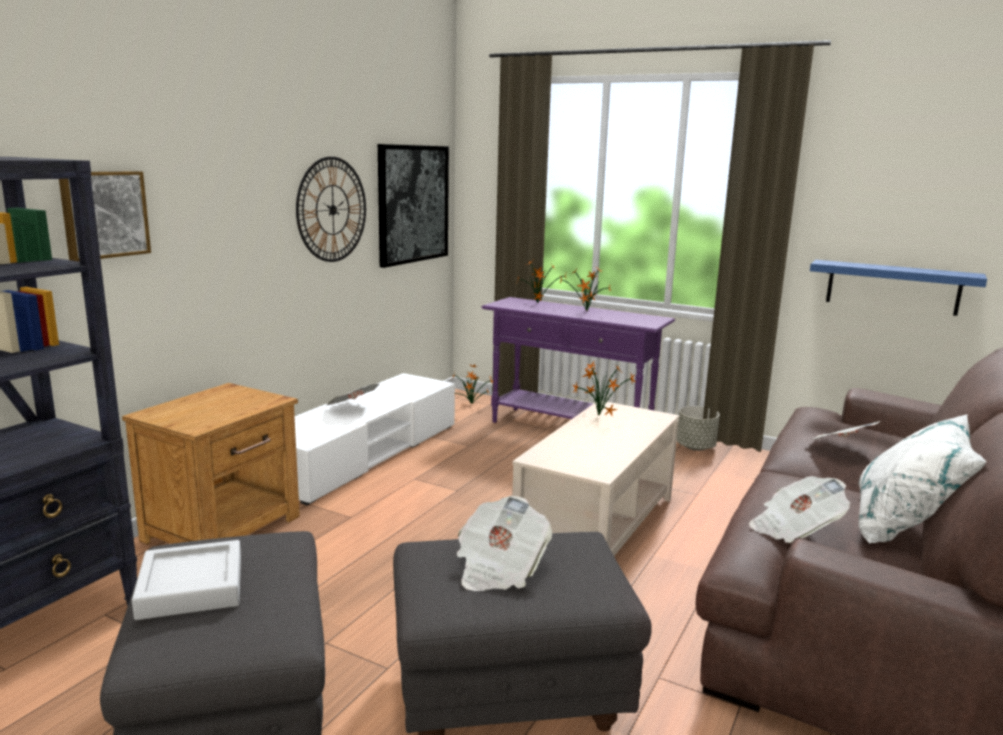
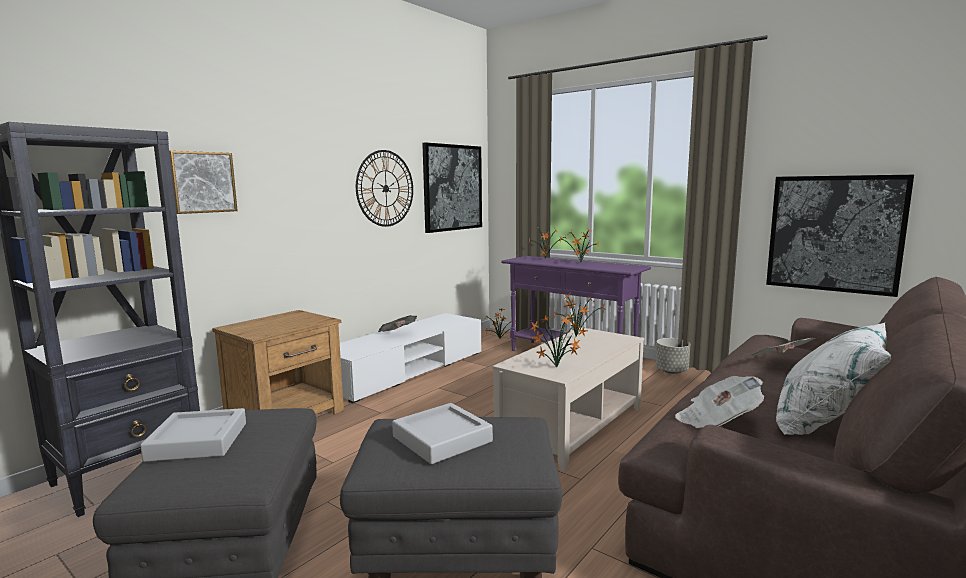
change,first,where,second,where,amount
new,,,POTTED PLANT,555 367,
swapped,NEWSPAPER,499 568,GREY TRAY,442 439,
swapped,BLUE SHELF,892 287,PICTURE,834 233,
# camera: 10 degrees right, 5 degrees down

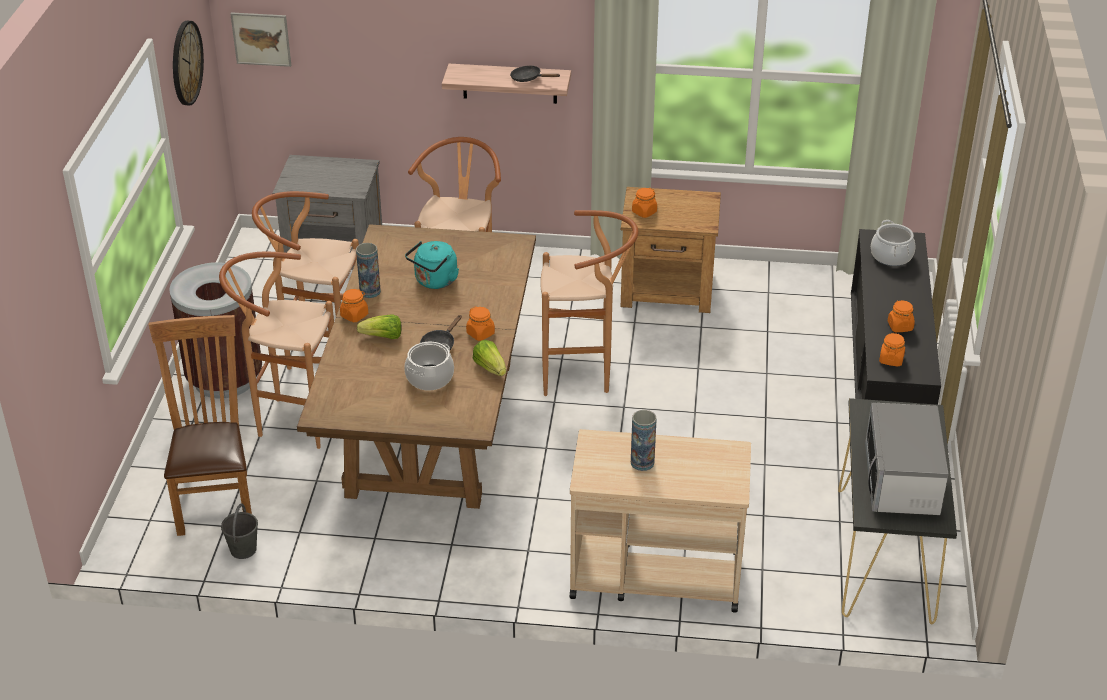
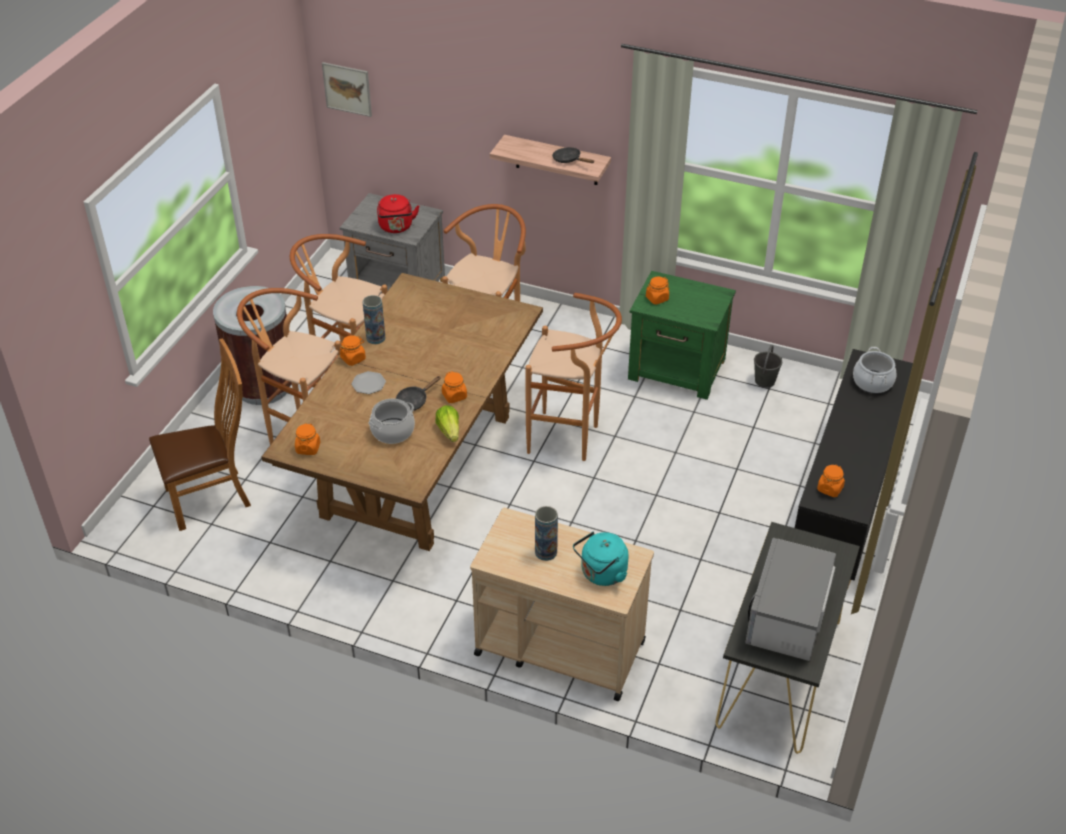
change,first,where,second,where,amount
gone,WALL CLOCK,186 63,,,
new,,,RED KETTLE,396 227,
shifted,GREY BUCKET,243 550,,764 381,
shifted,TURQUOISE KETTLE,434 281,,601 574,
shifted,ORANGE JAR,900 326,,308 448,
swapped,LETTUCE,383 337,PLATE,368 384,
repainted,BROWN NIGHTSTAND,668 290,GREEN NIGHTSTAND,677 370,
rotated,BROWN CHAIR,216 498,,213 496,60 degrees clockwise
# camera: 15 degrees right, 5 degrees up

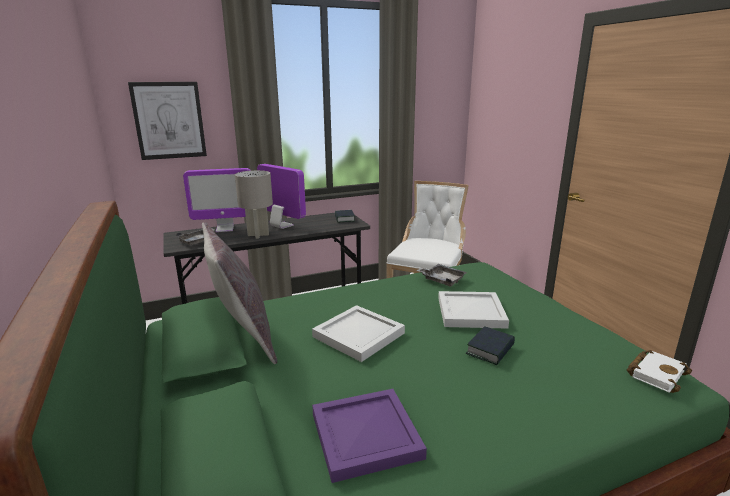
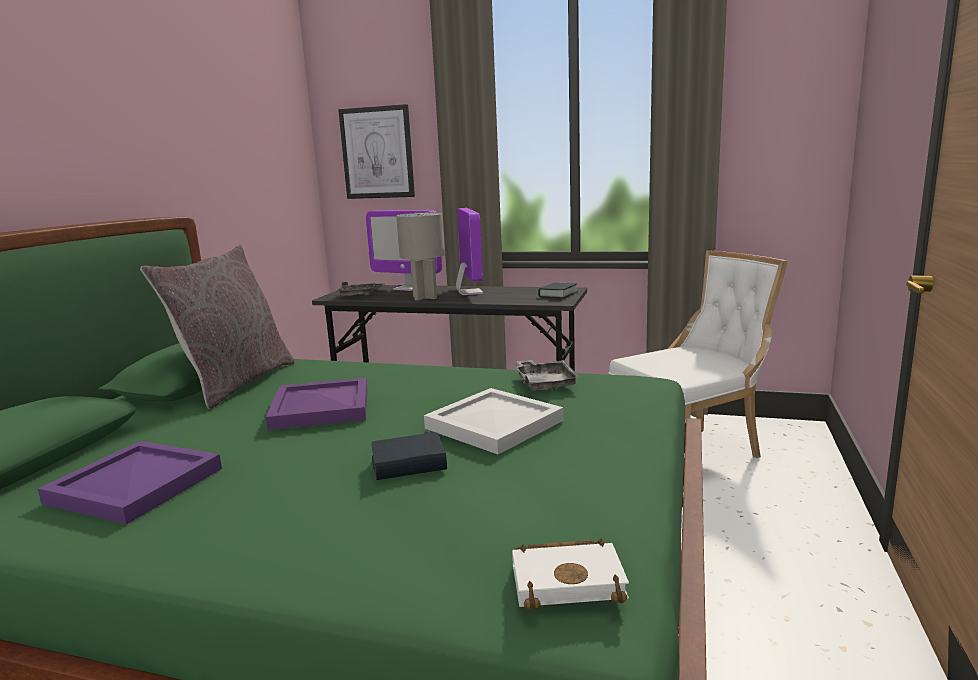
change,first,where,second,where,amount
repainted,WHITE TRAY,358 336,PURPLE TRAY,319 408,
# camera: 40 degrees right, 5 degrees down

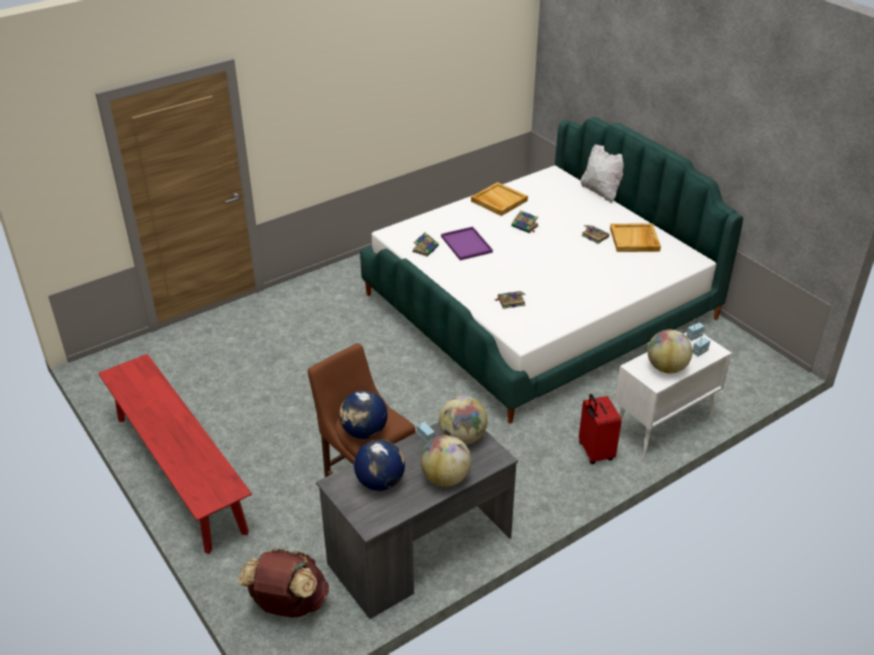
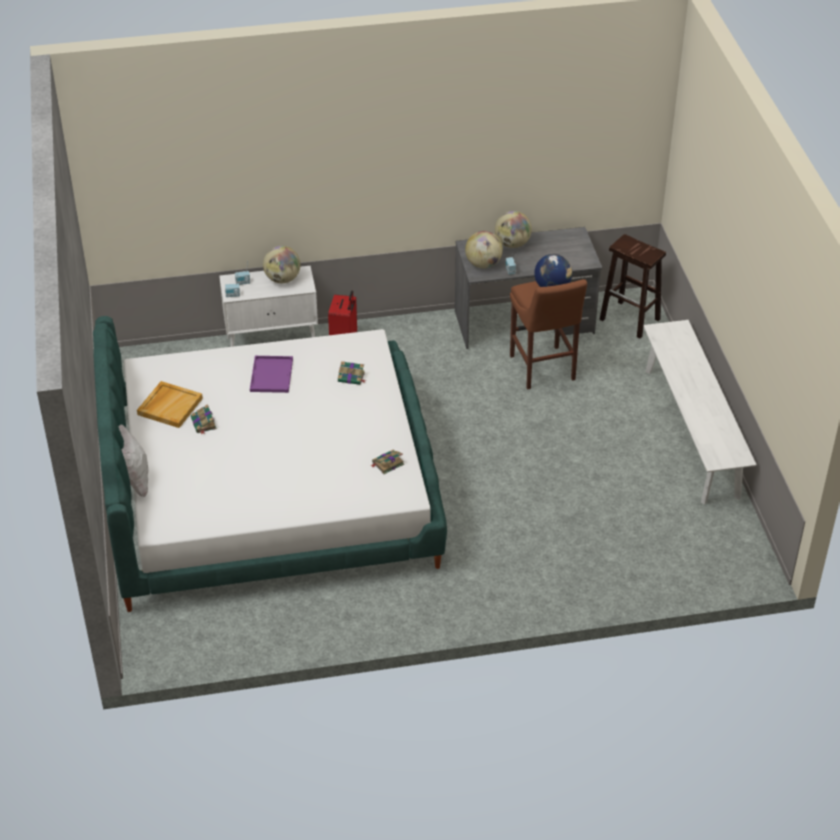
change,first,where,second,where,amount
gone,GLOBE,380 482,,,
gone,BEIGE TRAY,498 201,,,
gone,BOOK,525 226,,,
shifted,PURPLE TRAY,467 245,,271 374,
swapped,BROWN BACKPACK,288 605,BROWN STOOL,630 319,
repainted,RED BENCH,179 473,WHITE BENCH,691 432,
# camera: 155 degrees left, 5 degrees up

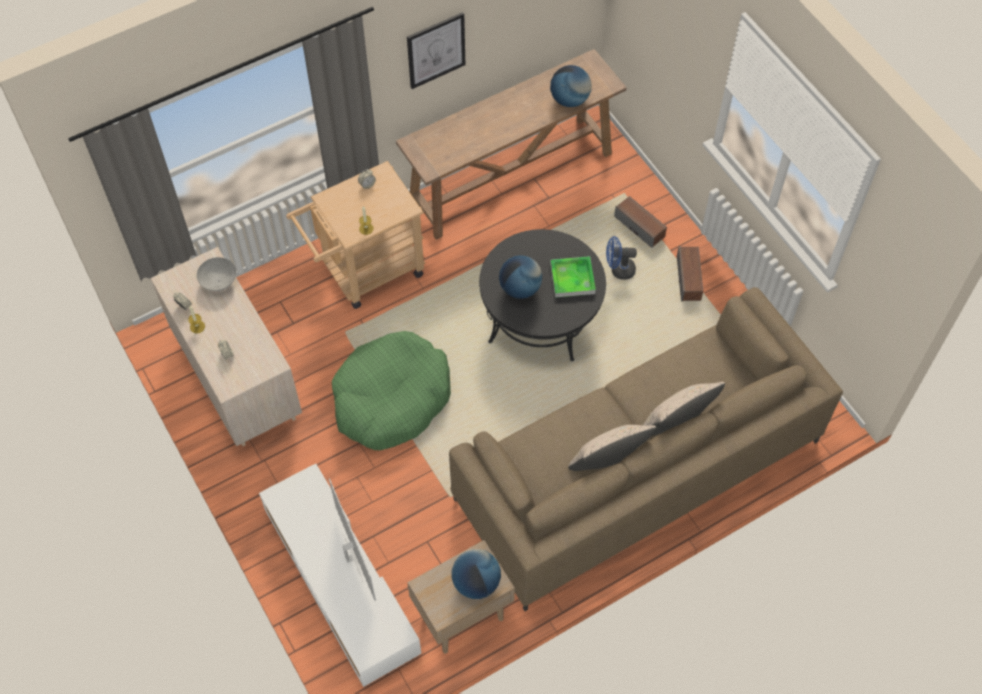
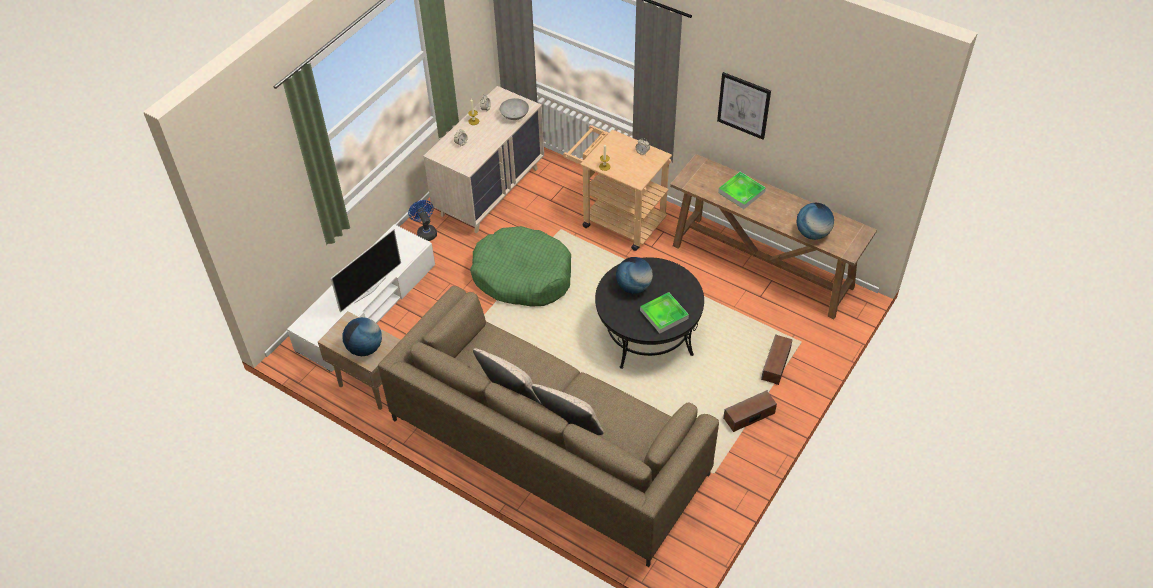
change,first,where,second,where,amount
new,,,TRAY,741 192,
shifted,BLUE FAN,618 270,,425 232,
# camera: 65 degrees right, 10 degrees down

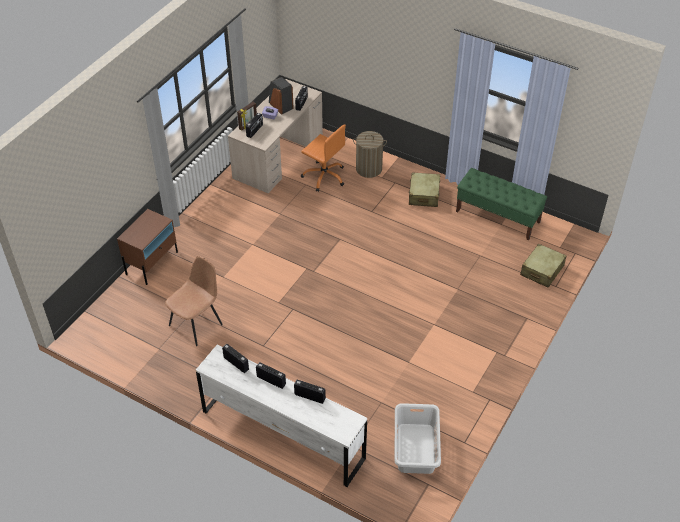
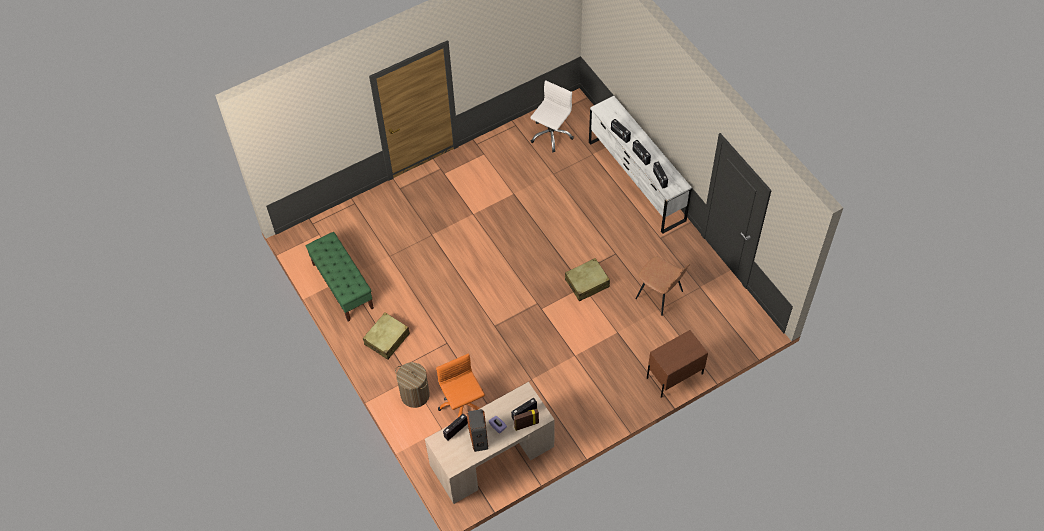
change,first,where,second,where,amount
shifted,BEIGE SUITCASE,542 271,,587 283,
swapped,GREY LAUNDRY BASKET,415 448,WHITE OFFICE CHAIR,551 135,
rotated,BROWN CHAIR,196 324,,660 295,120 degrees counterclockwise
# camera: 150 degrees left, 10 degrees up

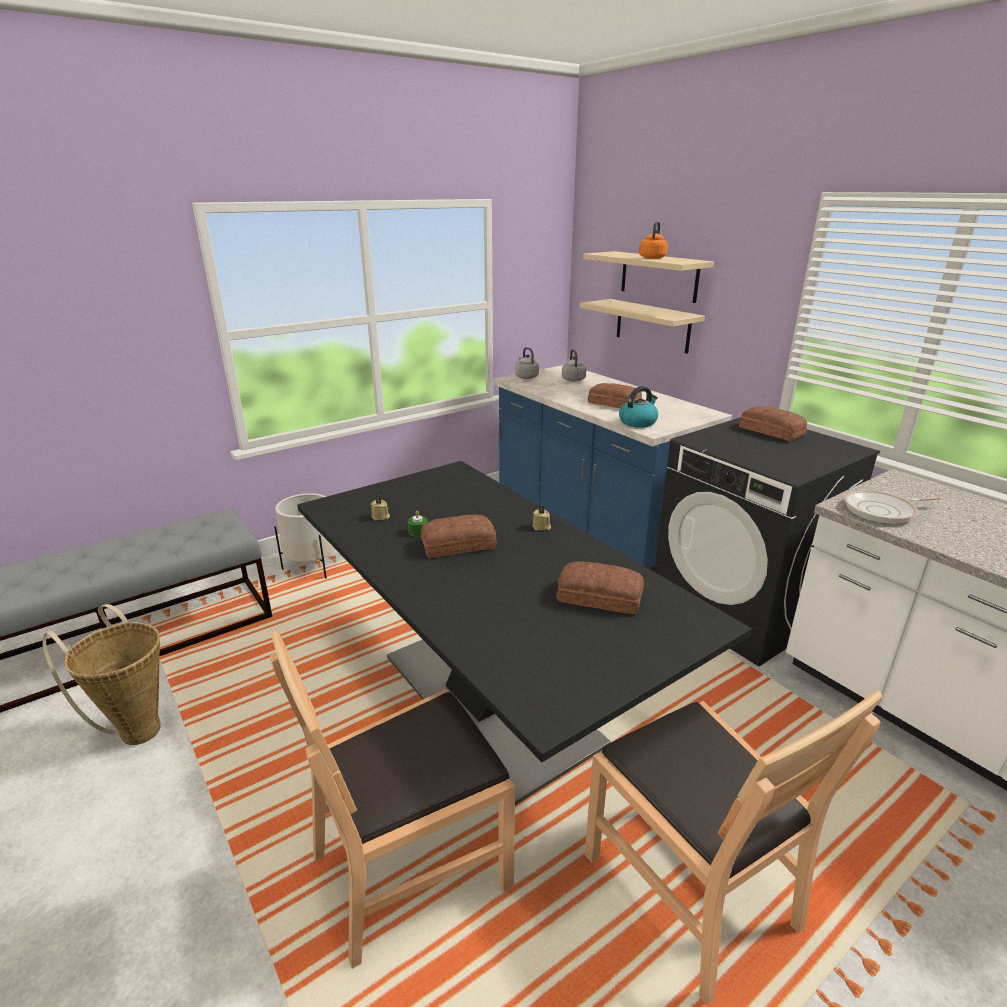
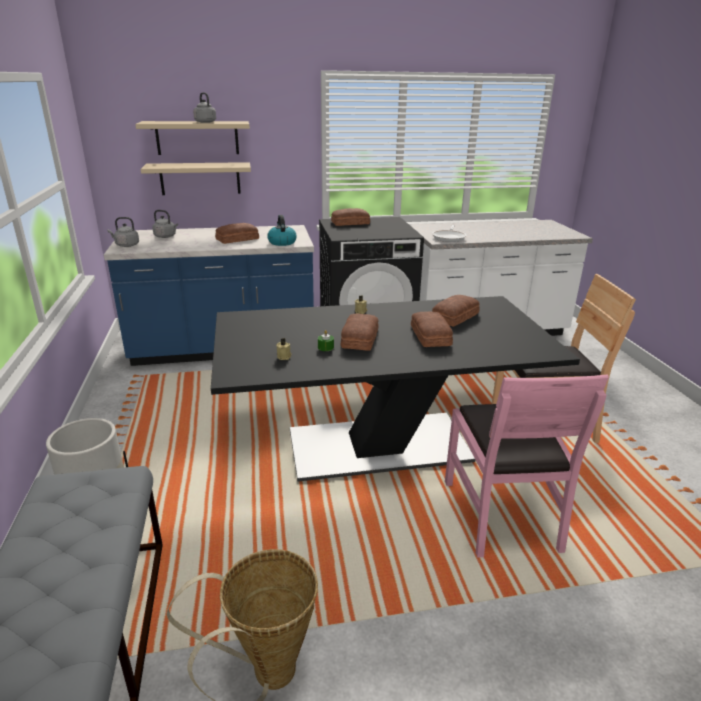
change,first,where,second,where,amount
new,,,BREAD,429 336,
repainted,BROWN CHAIR,410 866,PINK CHAIR,502 514,
repainted,ORANGE KETTLE,652 258,GREY KETTLE,205 122,
# camera: 65 degrees left, 0 degrees up

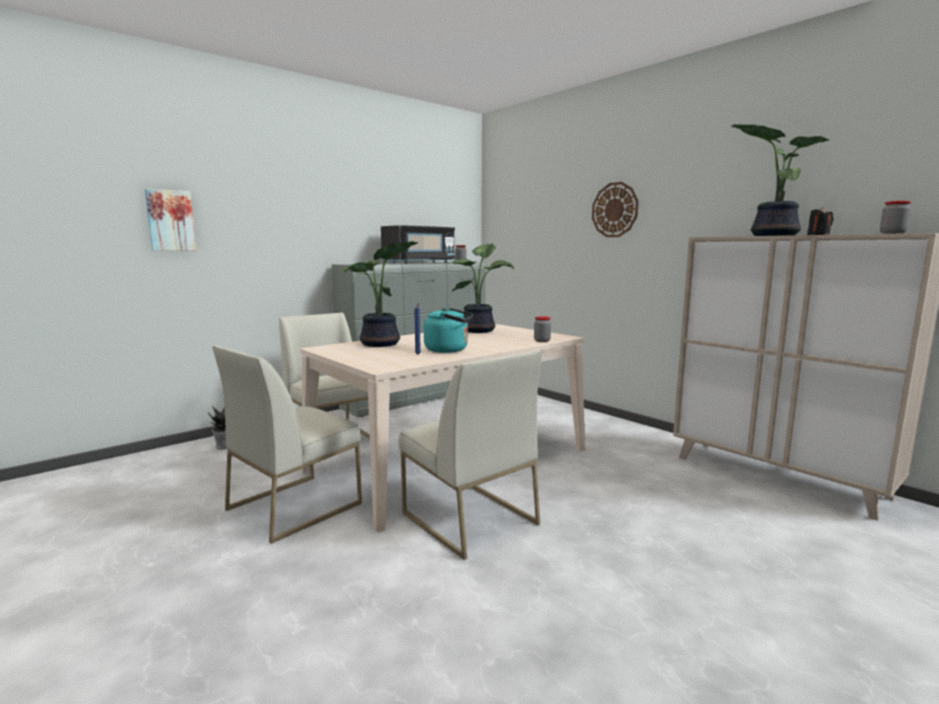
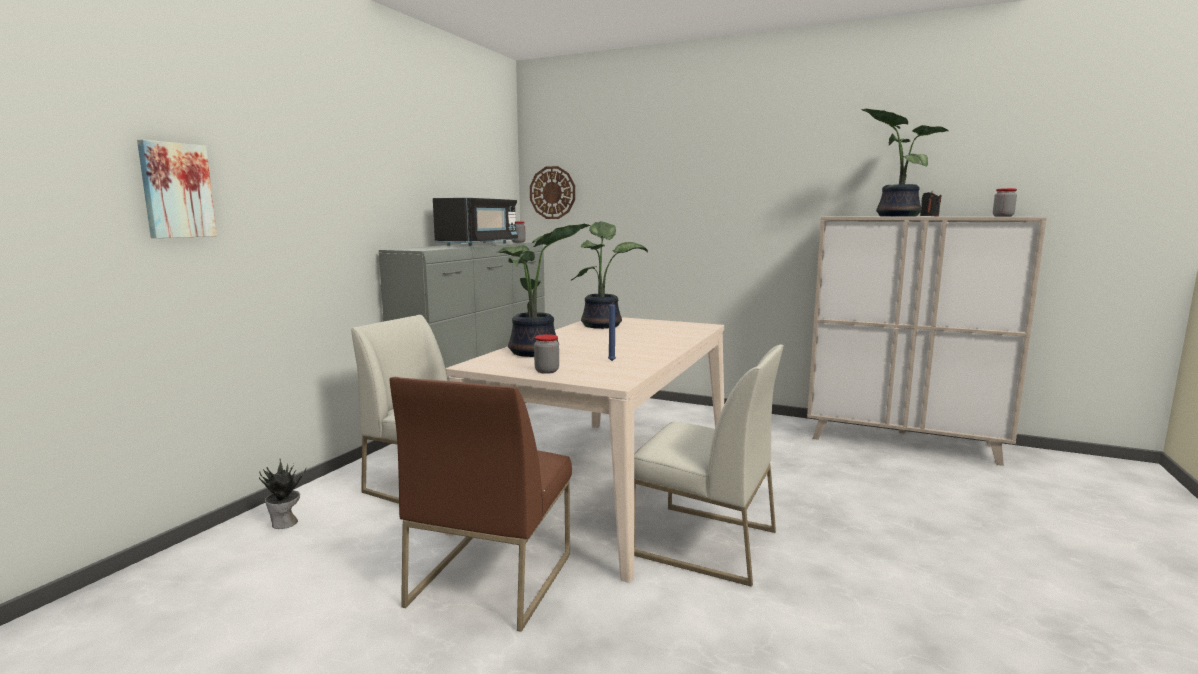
change,first,where,second,where,amount
gone,TURQUOISE KETTLE,449 350,,,
shifted,JAR,542 341,,547 371,
shifted,WALL CLOCK,615 210,,552 192,
repainted,WHITE CHAIR,294 506,BROWN CHAIR,491 578,
# camera: 25 degrees left, 0 degrees up

